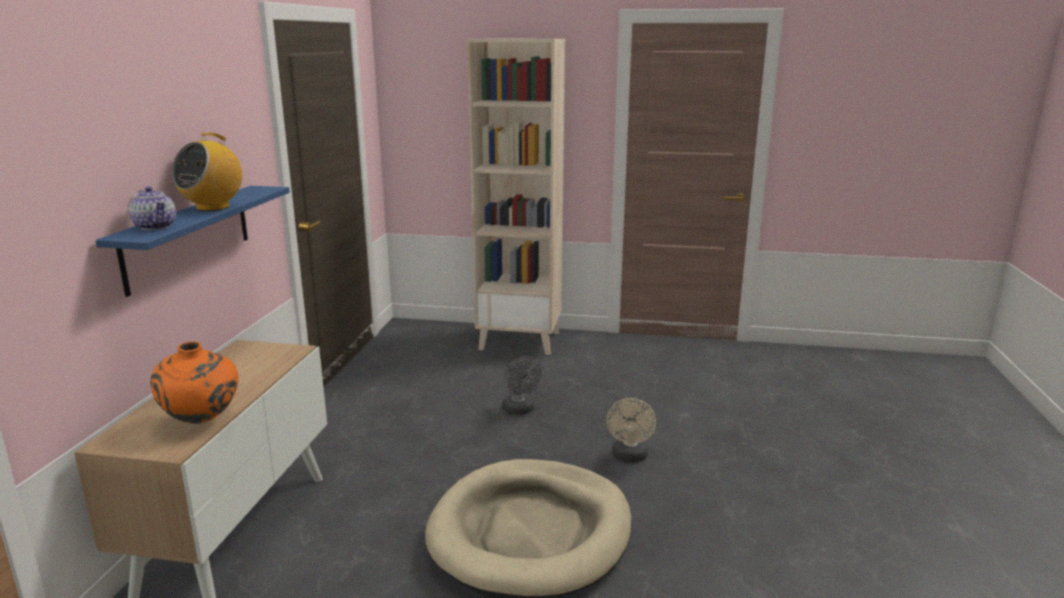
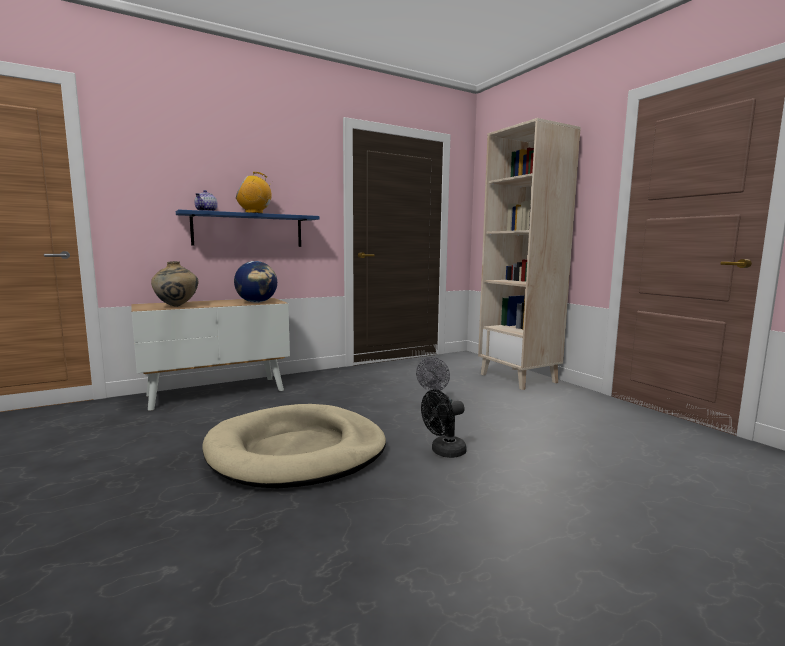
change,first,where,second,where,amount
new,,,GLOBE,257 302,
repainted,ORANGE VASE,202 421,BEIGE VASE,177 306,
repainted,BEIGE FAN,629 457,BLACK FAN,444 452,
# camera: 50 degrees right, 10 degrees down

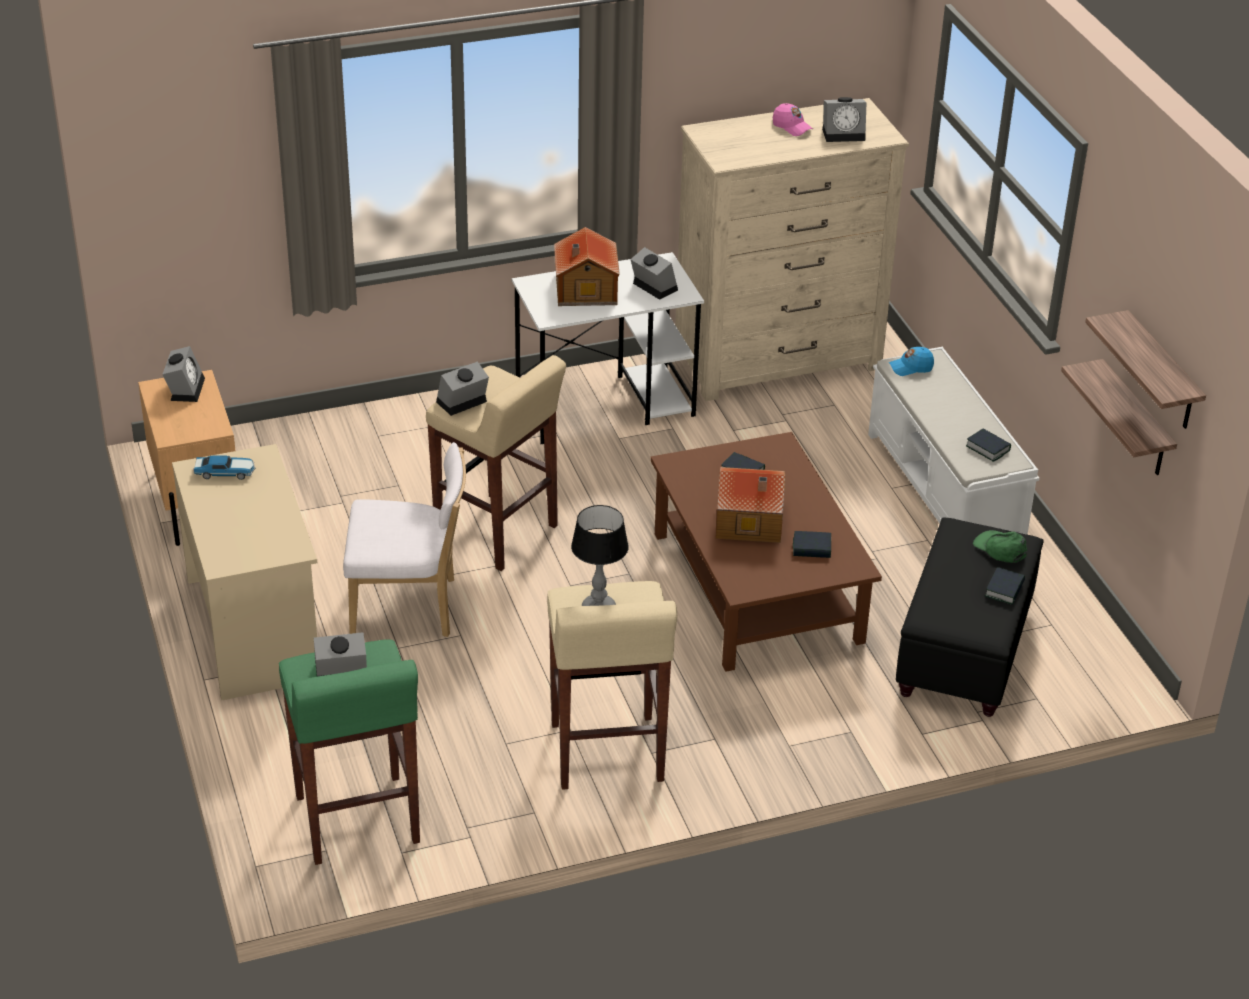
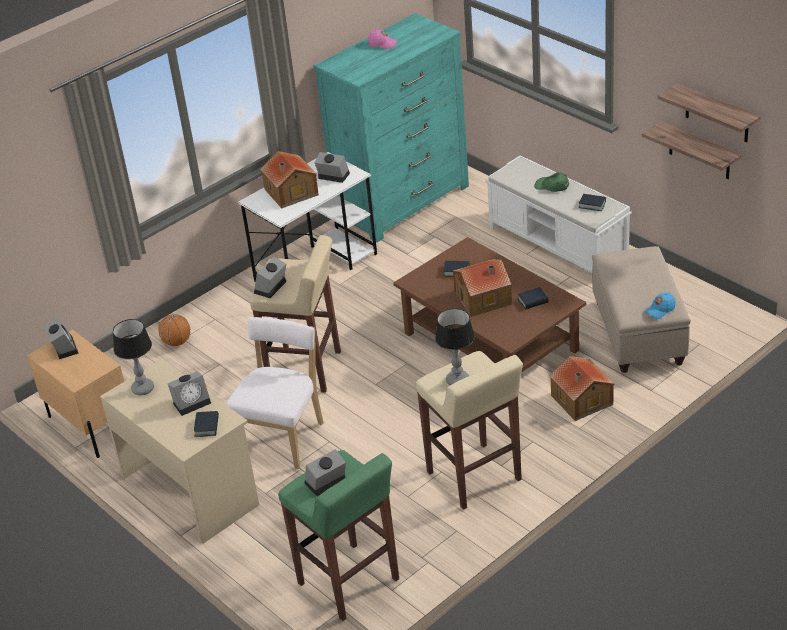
change,first,where,second,where,amount
new,,,BASKETBALL,177 342,
new,,,TOY HOUSE,581 401,
shifted,ALARM CLOCK,844 133,,192 402,
shifted,BLUE CAP,911 368,,660 310,
shifted,GREEN CAP,1000 549,,551 186,
shifted,BOOK,1004 590,,207 426,
swapped,TOY CAR,225 472,TABLE LAMP,142 389,
repainted,BEIGE DRESSER,778 360,TURQUOISE DRESSER,403 202,
repainted,BLACK OTTOMAN,963 651,BEIGE OTTOMAN,638 333,
rotated,WHITE CHAIR,409 608,,283 437,45 degrees counterclockwise
# camera: 20 degrees left, 0 degrees up

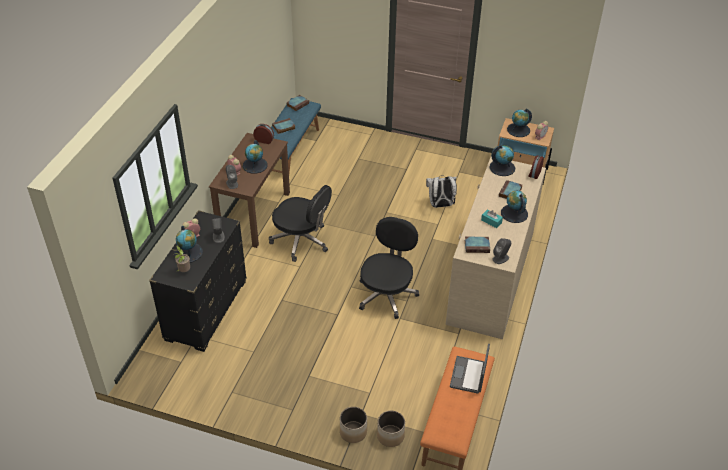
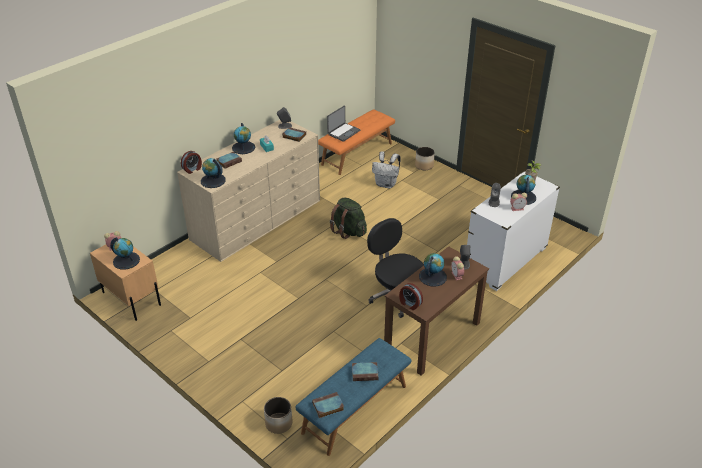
change,first,where,second,where,amount
shifted,PLANTER,390 436,,278 423,
shifted,WHITE BACKPACK,440 205,,386 184,
swapped,BLACK OFFICE CHAIR,387 294,GREEN BACKPACK,348 231,
repainted,BLACK DRESSER,206 310,WHITE DRESSER,505 261,
# camera: 155 degrees left, 5 degrees down

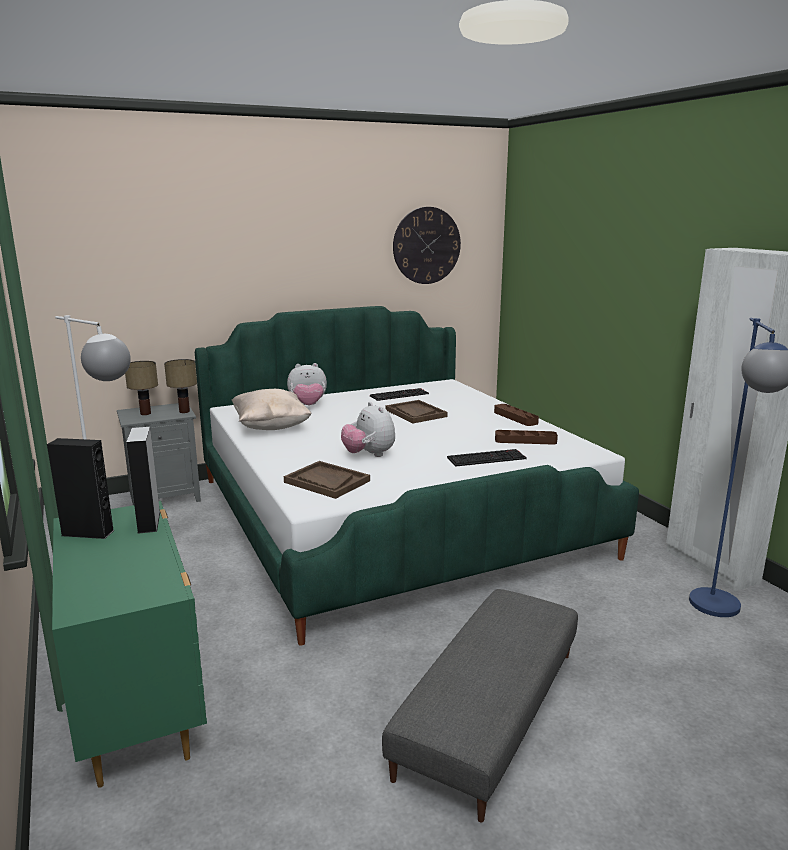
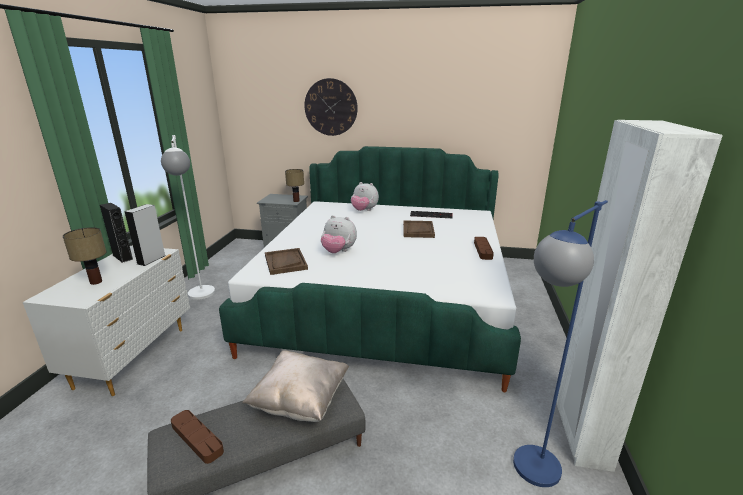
change,first,where,second,where,amount
gone,KEYBOARD,487 458,,,
shifted,TABLE LAMP,145 413,,96 282,
shifted,BEIGE PILLOW,271 427,,300 401,
shifted,WALL CLOCK,426 245,,331 107,
shifted,BROWN TRAY,525 440,,197 438,
repainted,GREEN DRESSER,137 705,WHITE DRESSER,134 356,
rotated,PLUSH TOY,369 455,,338 252,75 degrees counterclockwise
# camera: 35 degrees right, 5 degrees up

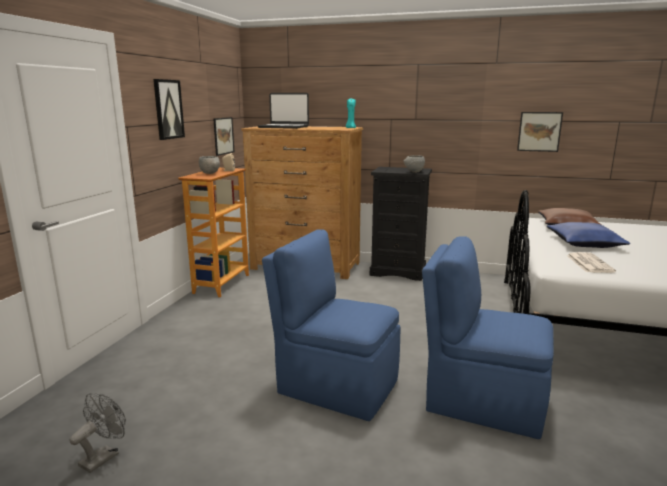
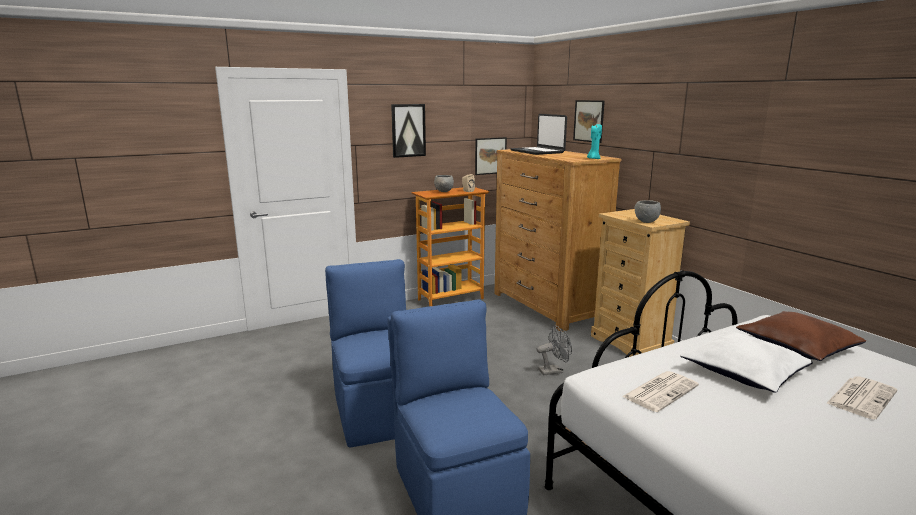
change,first,where,second,where,amount
new,,,NEWSPAPER,861 397,
shifted,GREY FAN,104 456,,554 371,
shifted,PICTURE,539 131,,589 121,
repainted,BLACK DRESSER,398 271,BEIGE DRESSER,631 343,
repainted,BLUE PILLOW,584 243,WHITE PILLOW,743 372,
# camera: 45 degrees right, 0 degrees up

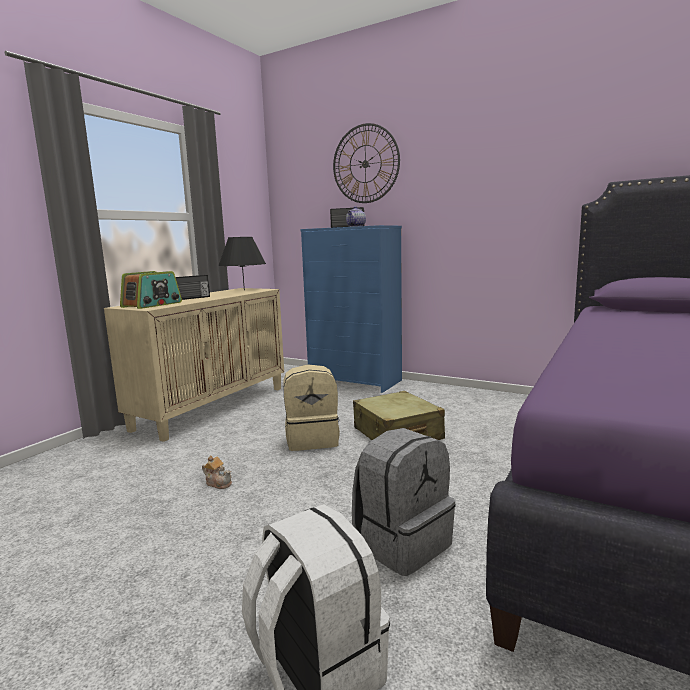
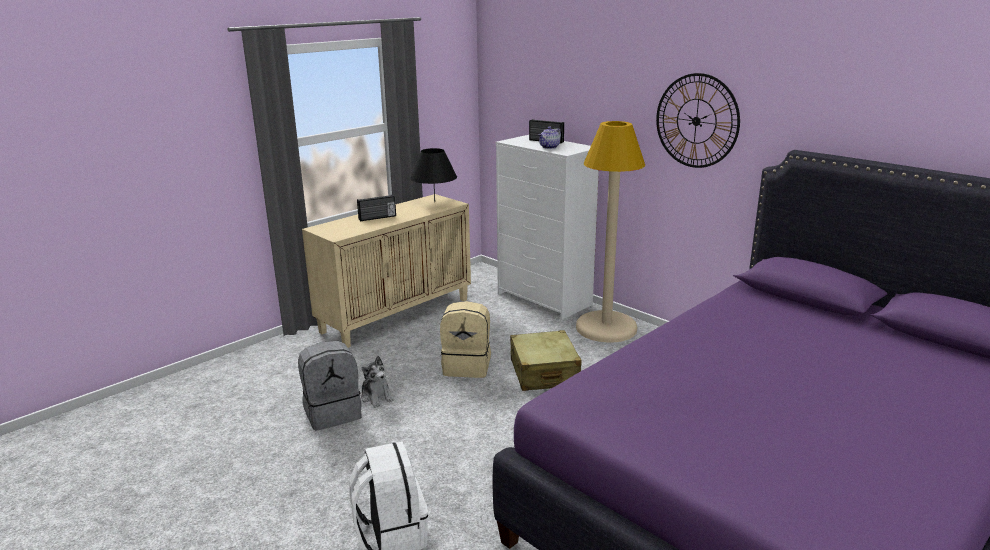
change,first,where,second,where,amount
gone,RADIO,152 305,,,
new,,,BEIGE FLOOR LAMP,606 328,
shifted,WALL CLOCK,365 164,,696 121,
shifted,GREY BACKPACK,402 543,,332 413,
swapped,TEAPOT,218 483,PLUSH TOY,376 397,
repainted,BLUE DRESSER,355 381,WHITE DRESSER,544 299,
# camera: 15 degrees right, 10 degrees up

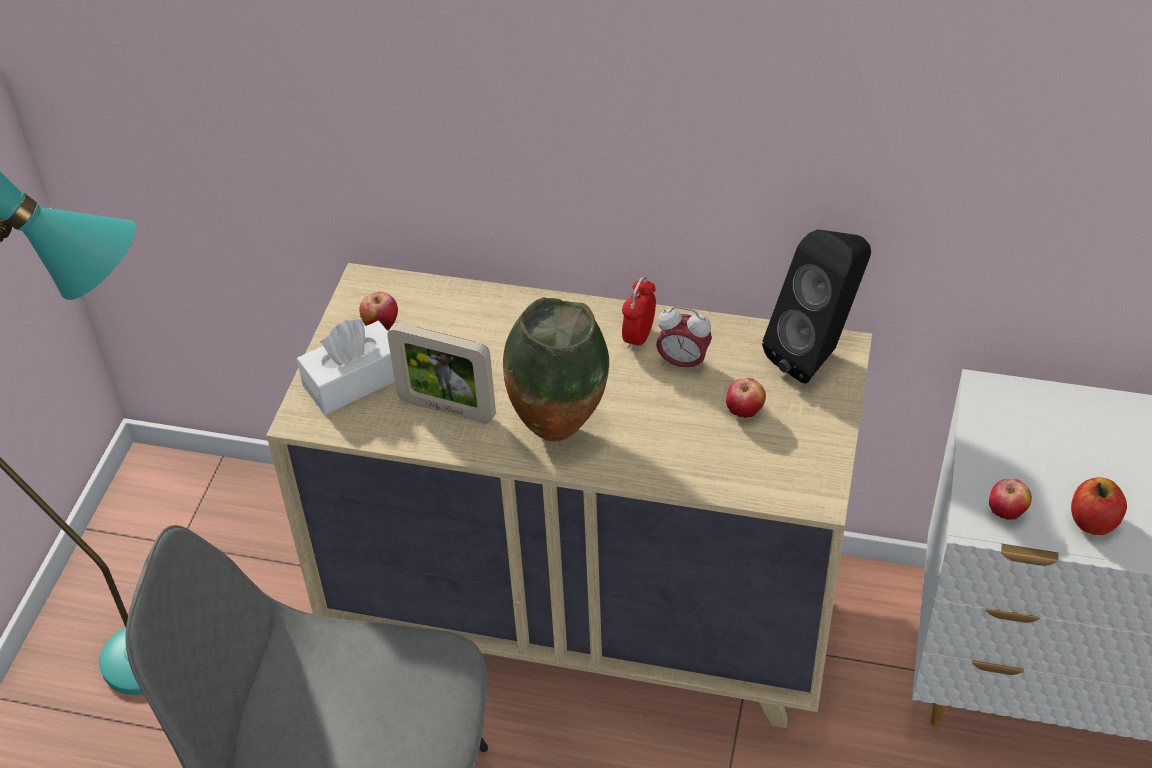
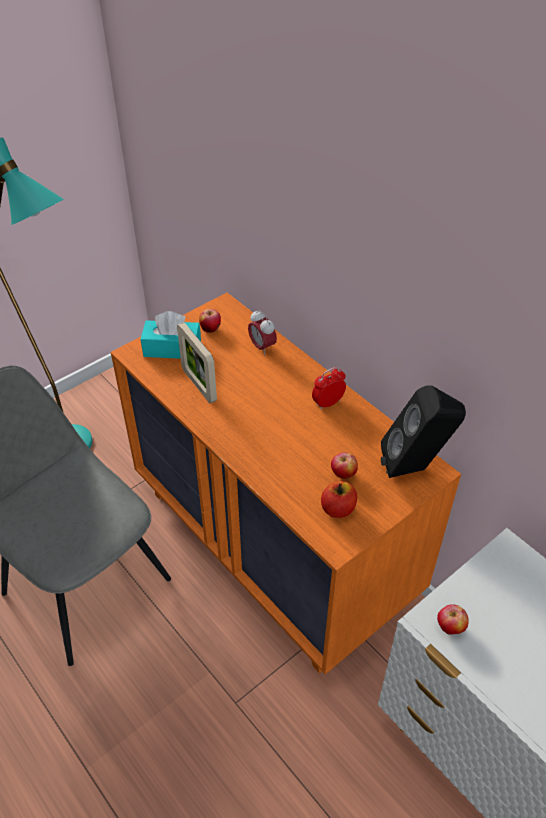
change,first,where,second,where,amount
gone,VASE,559 429,,,
shifted,ALARM CLOCK,683 363,,262 347,
shifted,APPLE,1093 521,,338 509,
repainted,BEIGE DRESSER,588 613,ORANGE DRESSER,273 547,
repainted,WHITE TISSUE BOX,354 381,TURQUOISE TISSUE BOX,172 348,
# camera: 35 degrees right, 0 degrees up

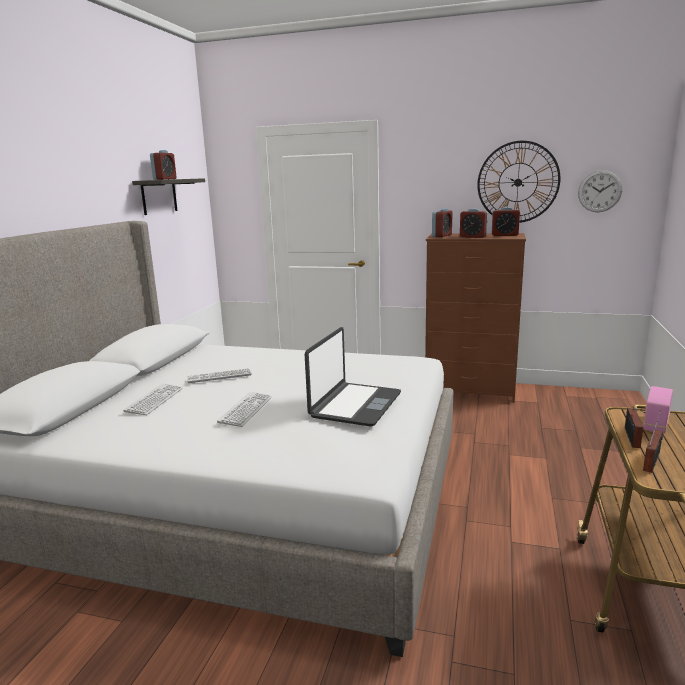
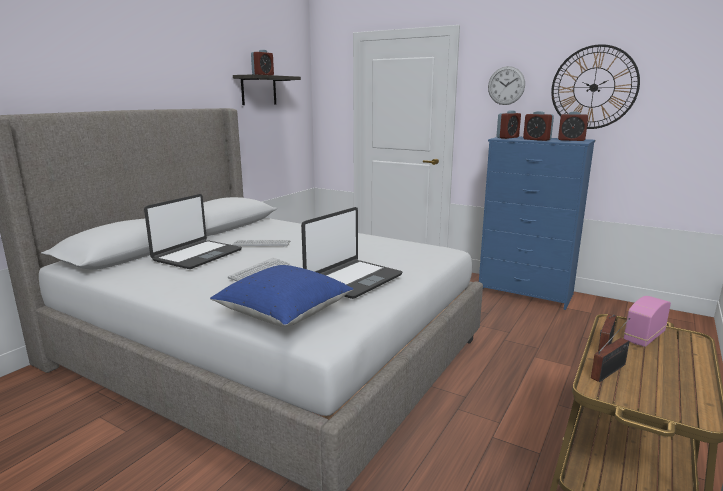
change,first,where,second,where,amount
new,,,BLUE PILLOW,284 314,
shifted,WALL CLOCK,599 191,,506 85,
swapped,KEYBOARD,154 400,LAPTOP,197 255,
repainted,BROWN DRESSER,470 391,BLUE DRESSER,526 293,
# camera: 15 degrees right, 0 degrees up

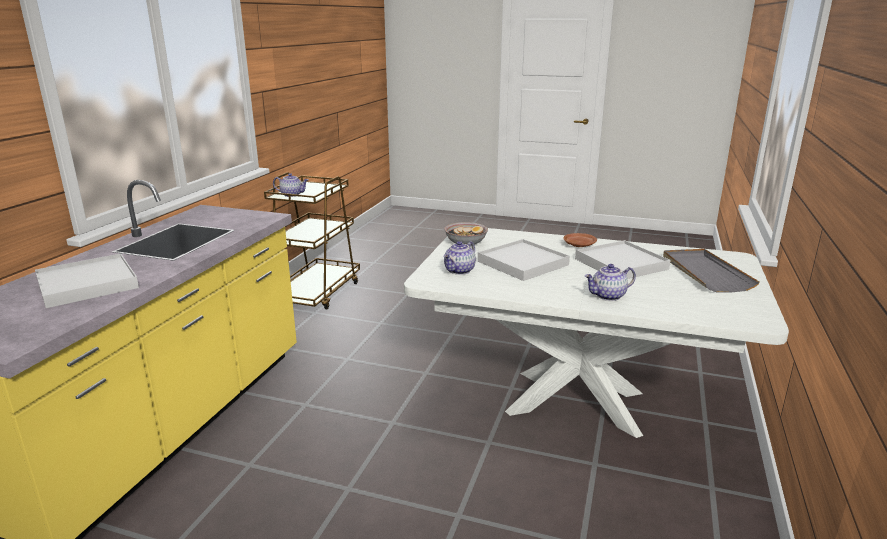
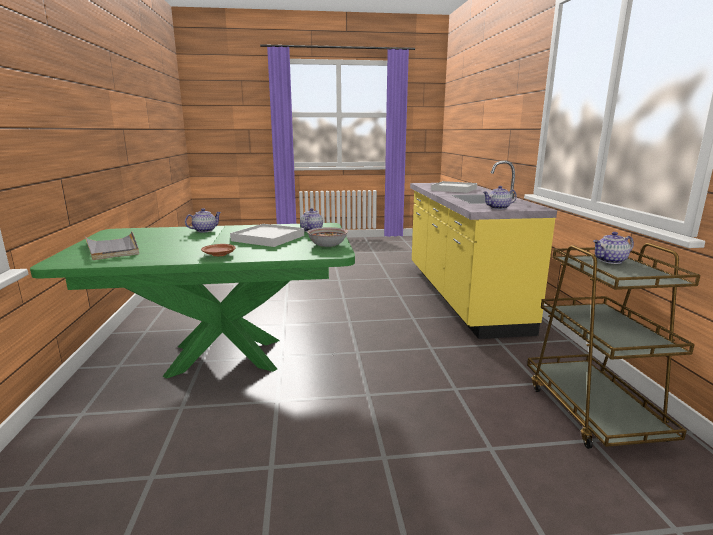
change,first,where,second,where,amount
gone,WHITE TRAY,621 264,,,
new,,,TEAPOT,498 208,
repainted,WHITE DINING TABLE,576 403,GREEN DINING TABLE,225 357,
# camera: 155 degrees right, 5 degrees down

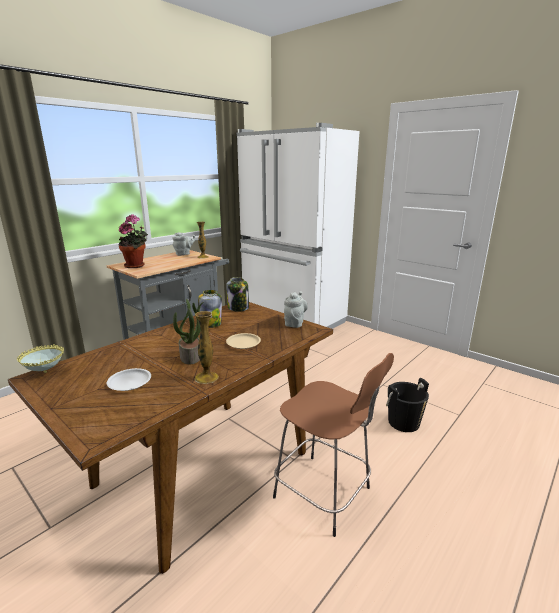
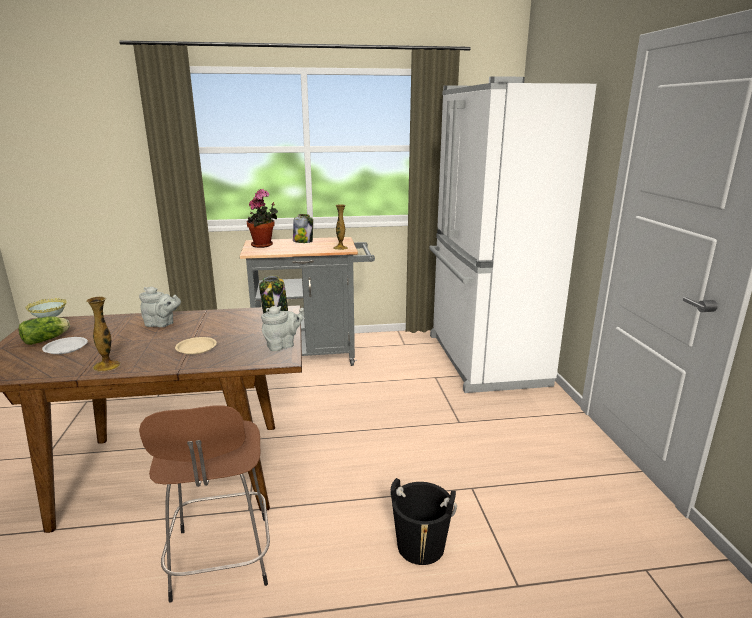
change,first,where,second,where,amount
gone,POTTED PLANT,191 356,,,
new,,,LETTUCE,48 339,
shifted,GREY TEAPOT,184 254,,161 324,
shifted,JAR,210 324,,303 241,
# camera: 40 degrees right, 0 degrees up

